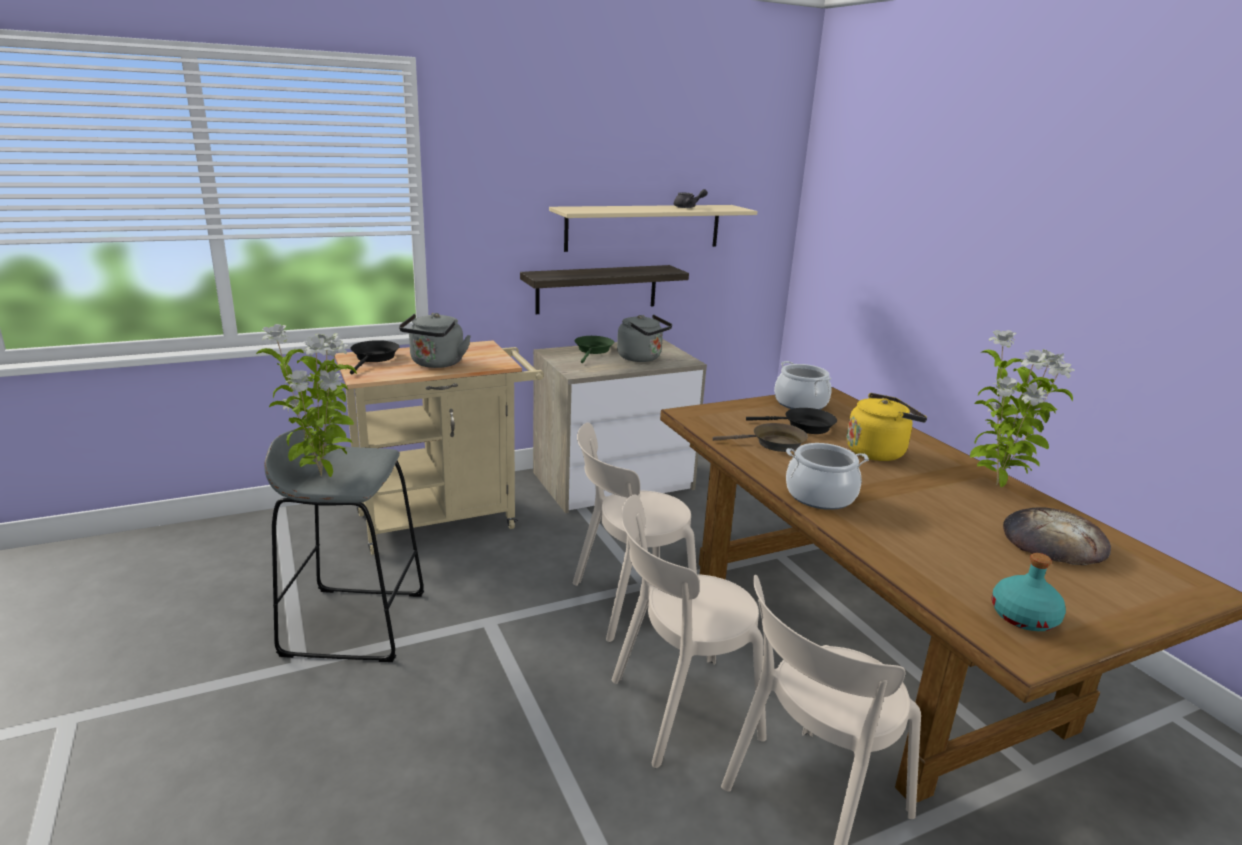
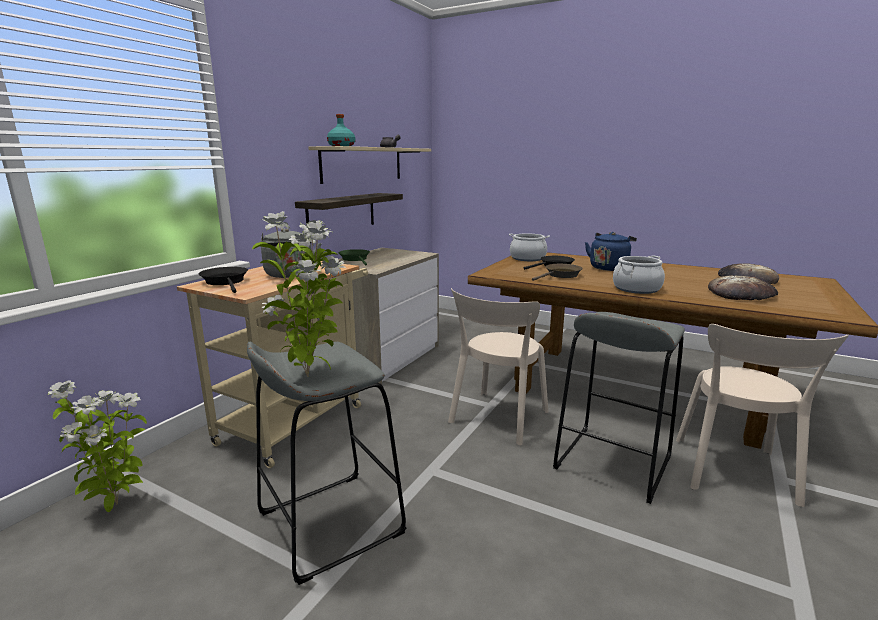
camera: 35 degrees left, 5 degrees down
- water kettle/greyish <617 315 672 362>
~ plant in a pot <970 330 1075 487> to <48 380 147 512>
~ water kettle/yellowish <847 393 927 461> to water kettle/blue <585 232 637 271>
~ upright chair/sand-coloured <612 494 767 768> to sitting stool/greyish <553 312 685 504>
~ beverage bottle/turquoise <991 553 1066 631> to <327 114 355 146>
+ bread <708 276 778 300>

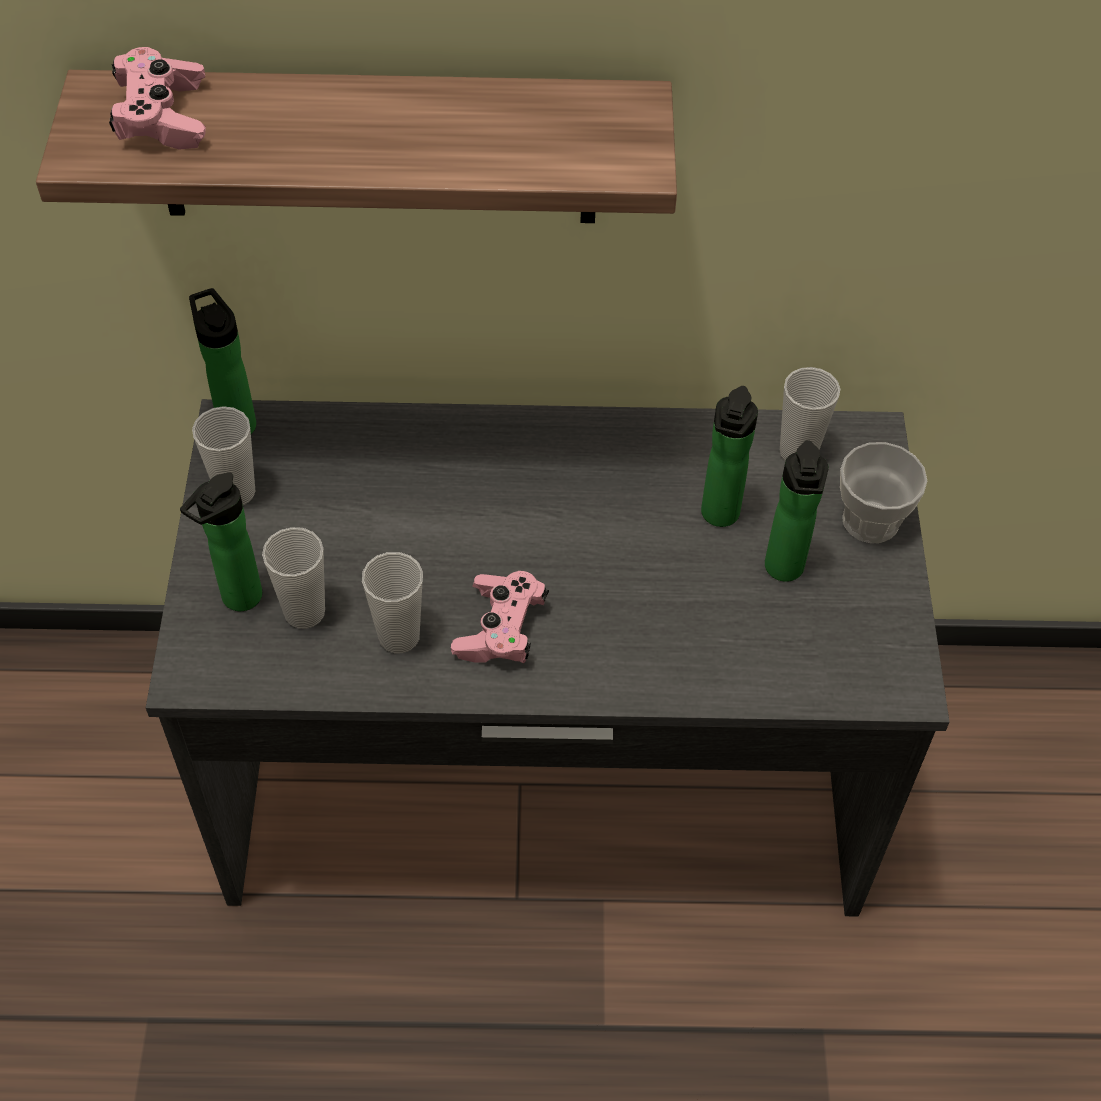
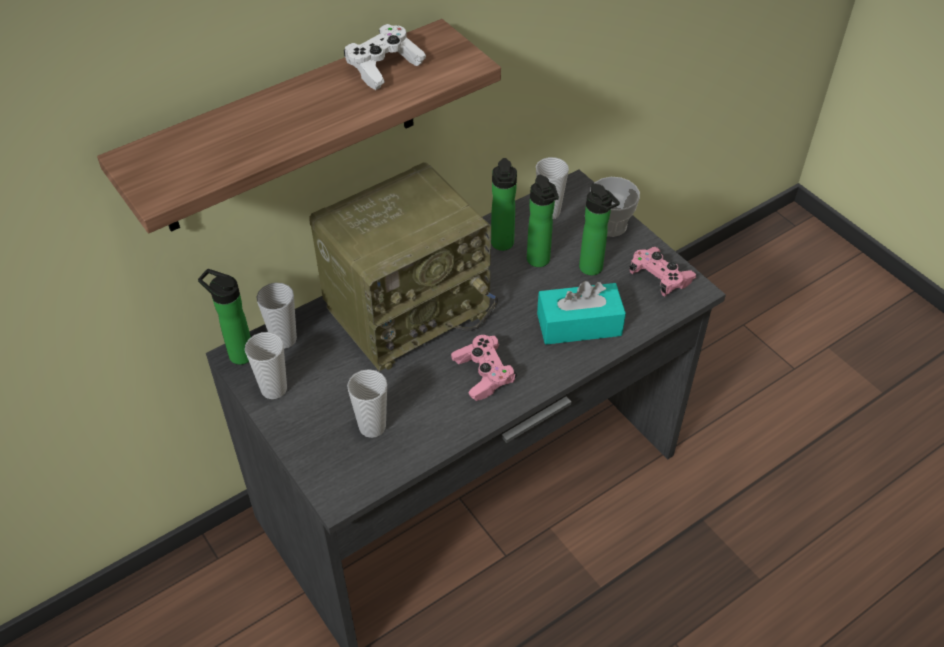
camera: 35 degrees left, 5 degrees down
~ gamepad/pink <109 47 206 150> to <629 247 696 296>
~ beverage bottle <180 472 262 611> to <491 158 517 251>
~ cup <362 552 423 653> to <256 283 297 349>
+ gamepad/white-coloured <344 24 426 90>
+ radio receiver <309 162 498 371>
+ tissue box/turquoise <537 281 626 345>

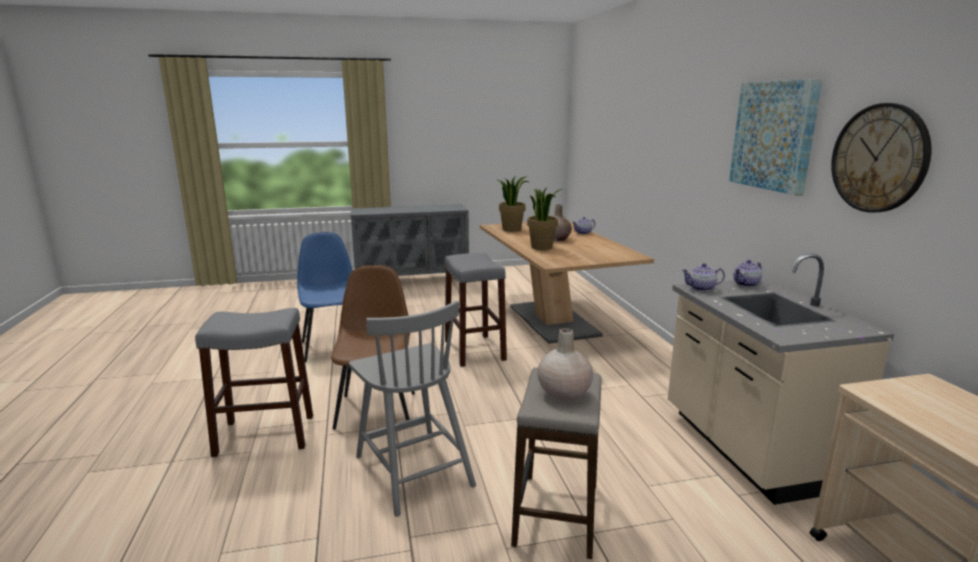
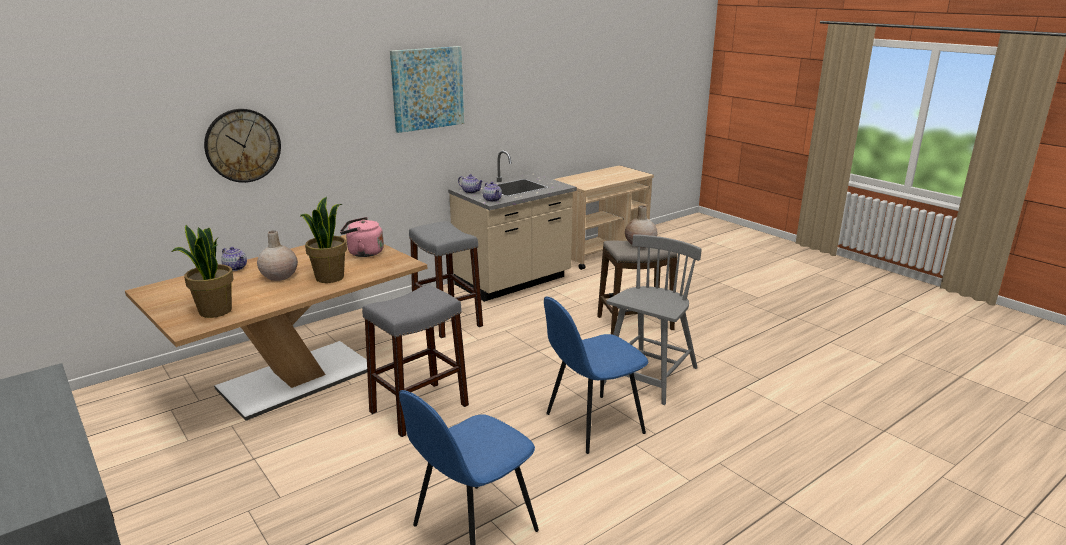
camera: 115 degrees left, 5 degrees up
~ hanging clock <831 103 931 212> to <204 109 281 183>
~ upright chair/brownish <331 265 415 430> to upright chair/blue <544 296 648 454>
~ sitting stool/greyish <195 308 313 457> to <409 221 483 338>
+ water kettle/pink <340 217 384 257>

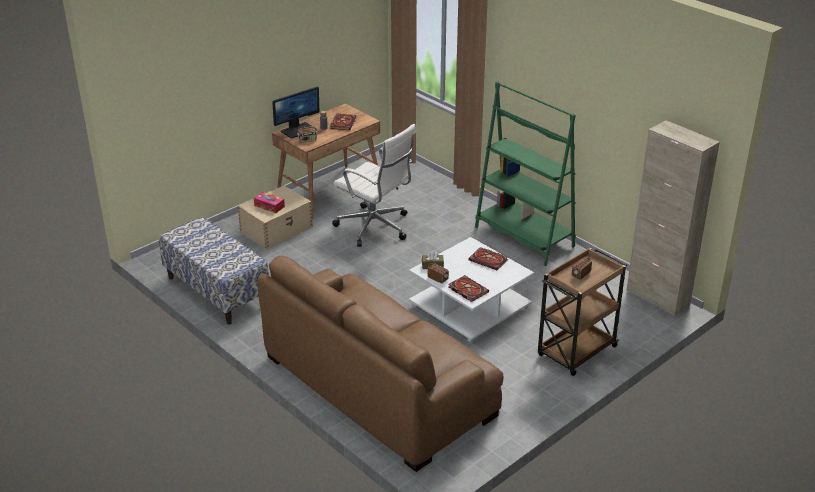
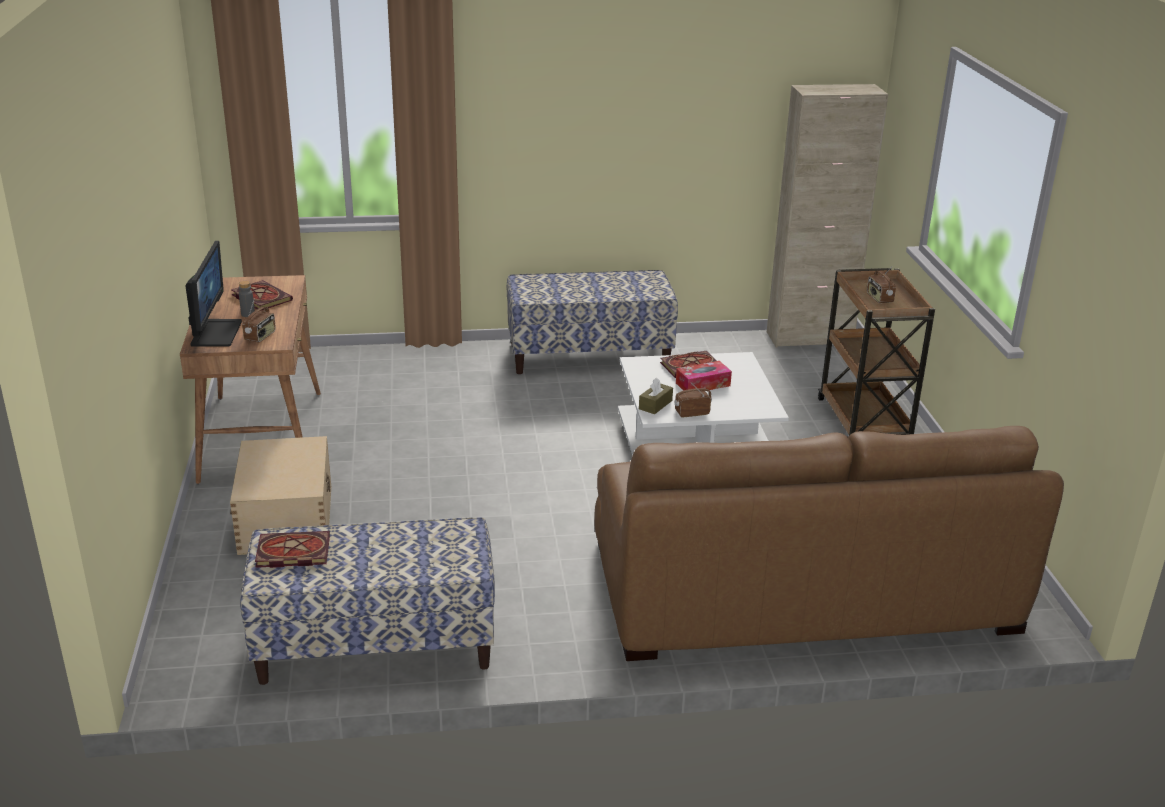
camera: 55 degrees left, 5 degrees down
~ bookshelf/green <475 81 576 266> to bench <507 270 678 374>
- office chair/white-coloured <332 124 416 247>
~ tissue box <254 192 285 213> to <676 361 732 391>
~ book <448 275 489 302> to <255 531 330 568>

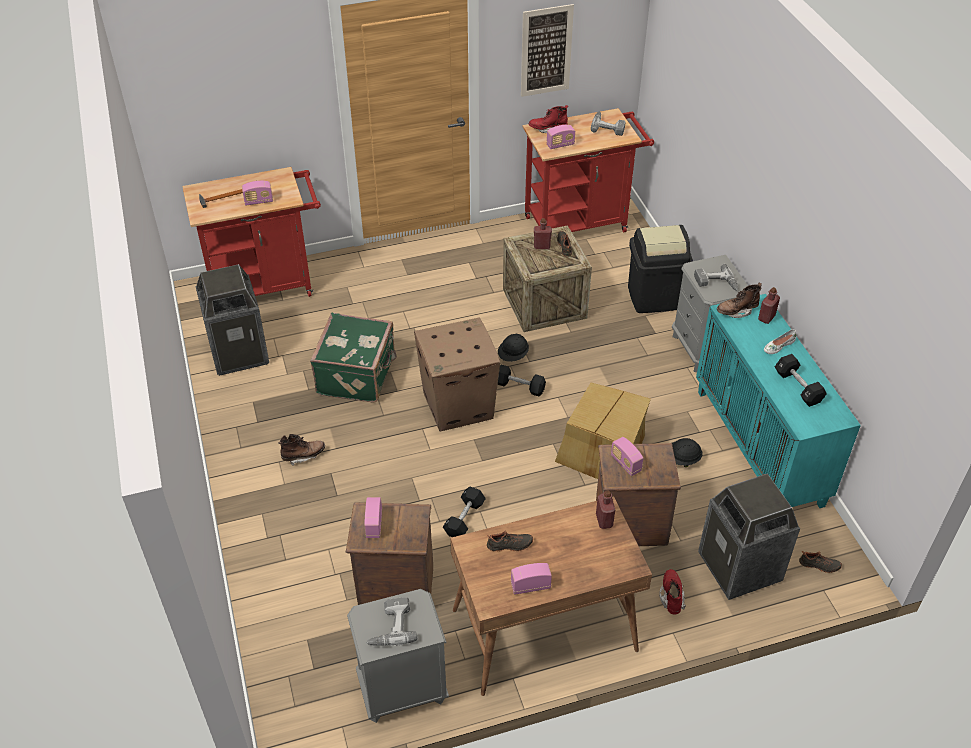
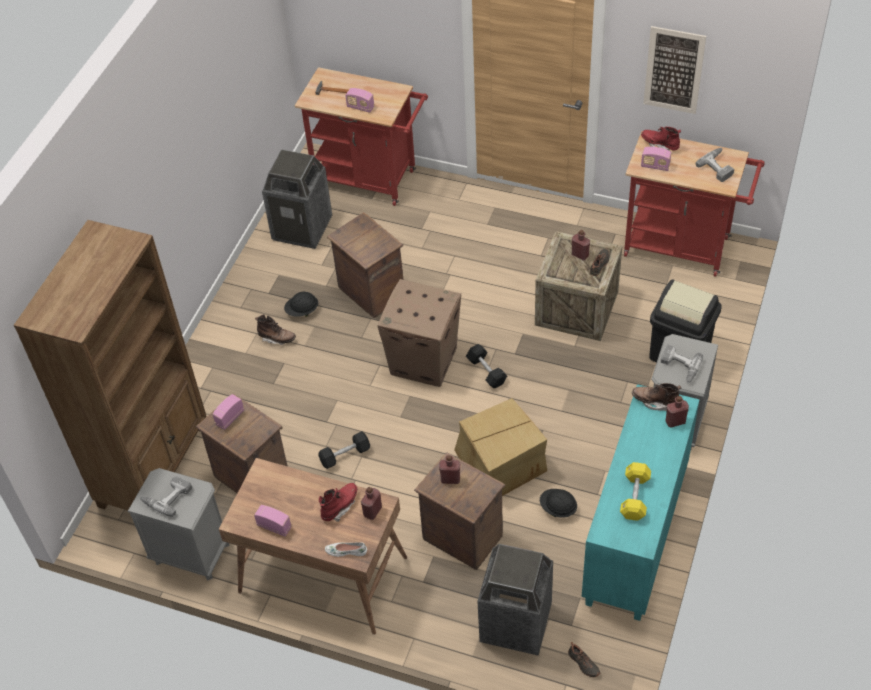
camera: 40 degrees right, 5 degrees up
~ piece of luggage/green <310 313 397 403> to shipping crate <327 212 403 318>
~ shoe/white-coloured <764 329 796 354> to <325 542 367 557>
~ hard hat/black-coloured <498 333 529 362> to <284 292 318 317>
~ free weight/black-coloured <775 354 827 407> to free weight/yellowish <620 462 651 521>
~ radio receiver <611 437 643 476> to beverage bottle/red <439 455 460 484>
- shoe/black-coloured <487 530 533 552>
~ boot/red <659 569 686 614> to <319 483 357 522>
+ bookshelf/brownish <14 220 206 510>

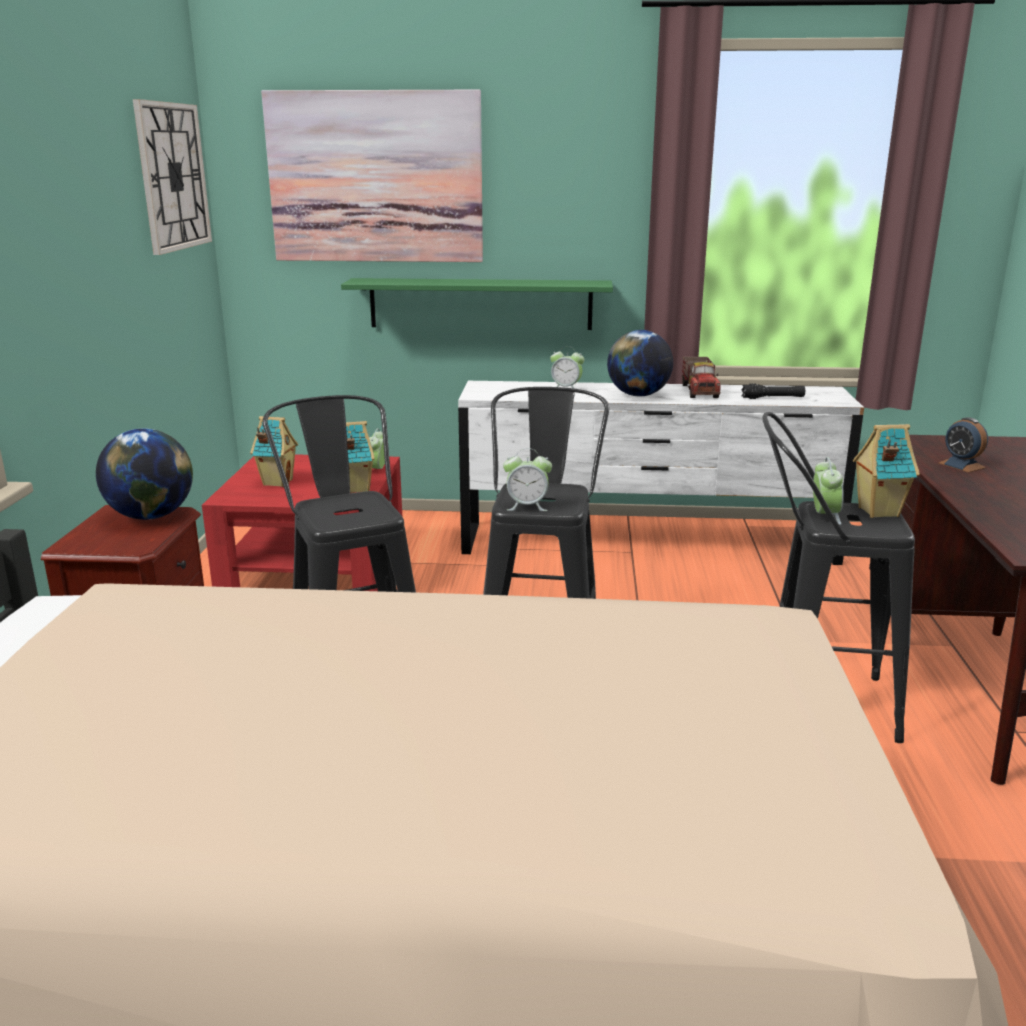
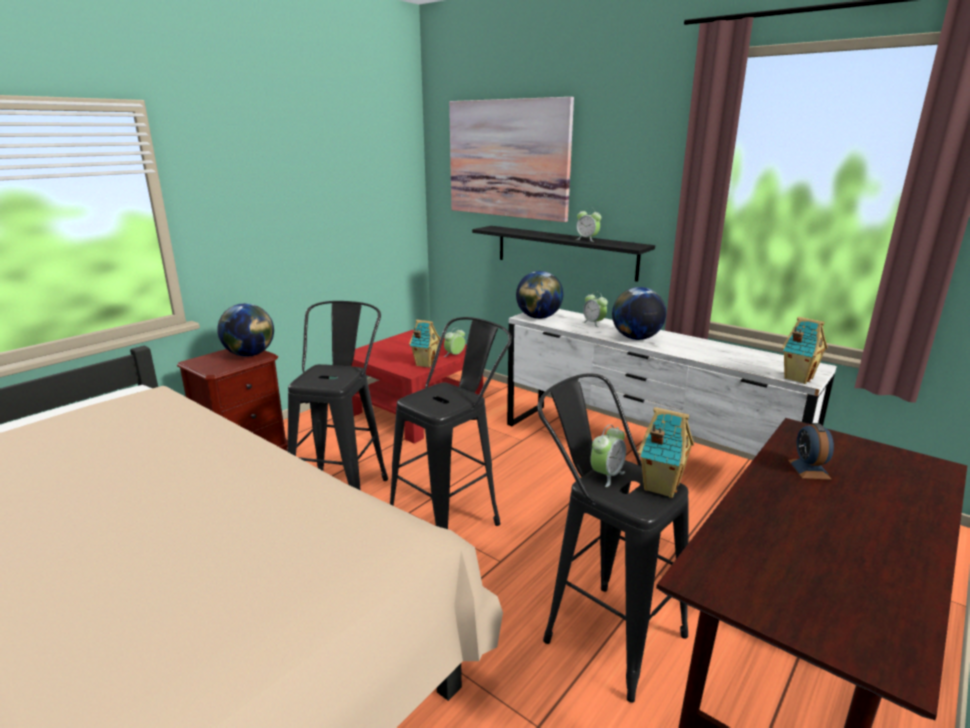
camera: 35 degrees right, 0 degrees up
- hanging clock <133 99 212 255>
~ bracket shelf/green <341 278 613 330> to bracket shelf/black-coloured <472 226 655 282>
- toy lorry <682 357 721 398>
- hand torch/black-coloured <741 384 805 399>
~ miniature house <250 416 298 487> to <782 317 828 384>
~ alarm clock <503 448 552 511> to <576 207 601 242>
+ world globe <516 271 563 319>

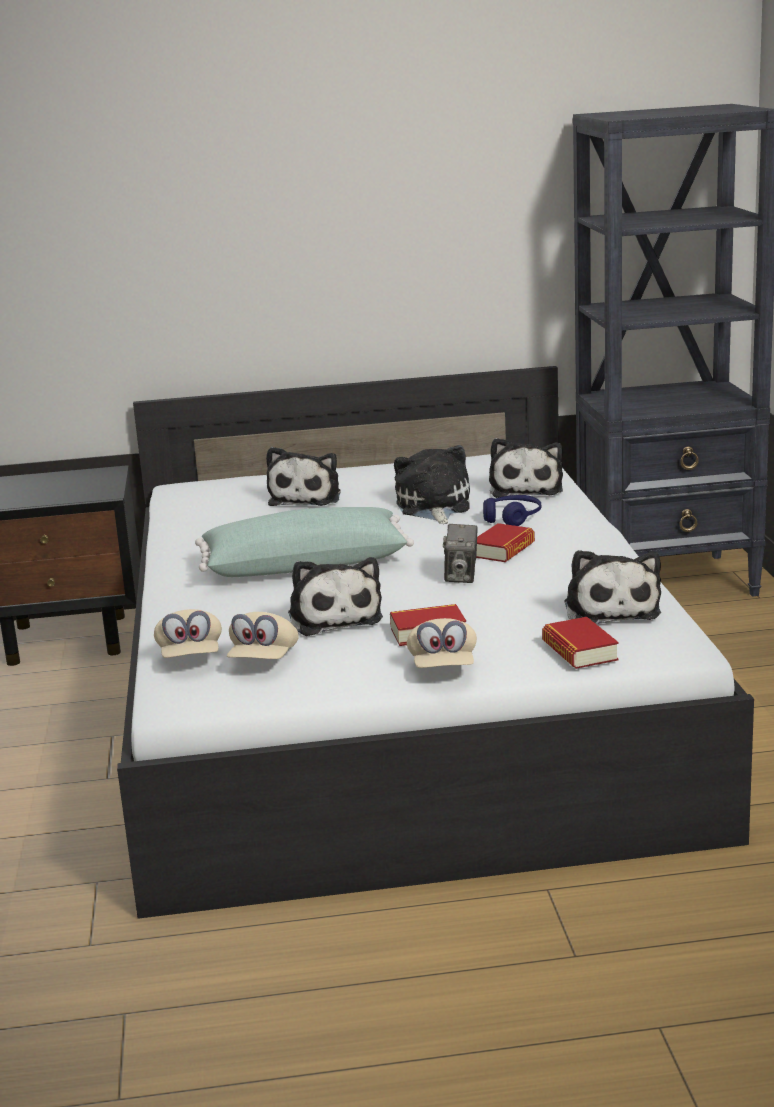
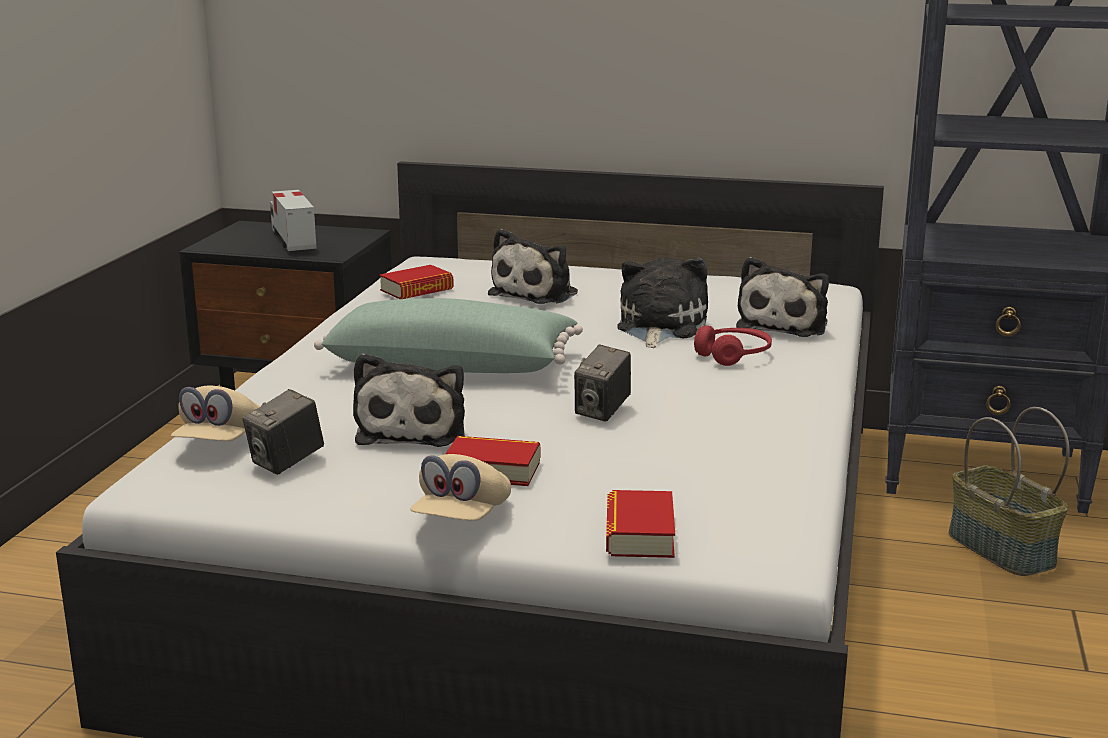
camera: 20 degrees right, 0 degrees up
~ headphones/blue <483 495 542 526> to headphones/red <694 326 772 366>
~ book <476 523 535 562> to <380 265 454 299>
- plush toy <564 550 661 624>
~ cap/sand-coloured <227 612 298 659> to still camera <243 389 324 475>
+ toy lorry <270 190 317 251>
+ basket <949 407 1070 576>

